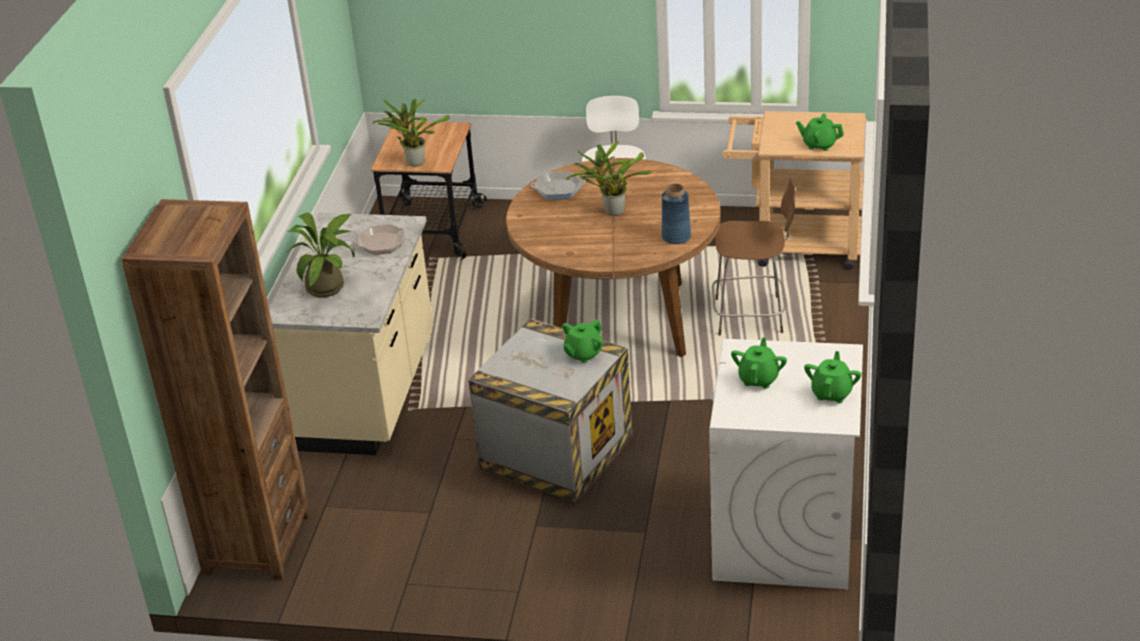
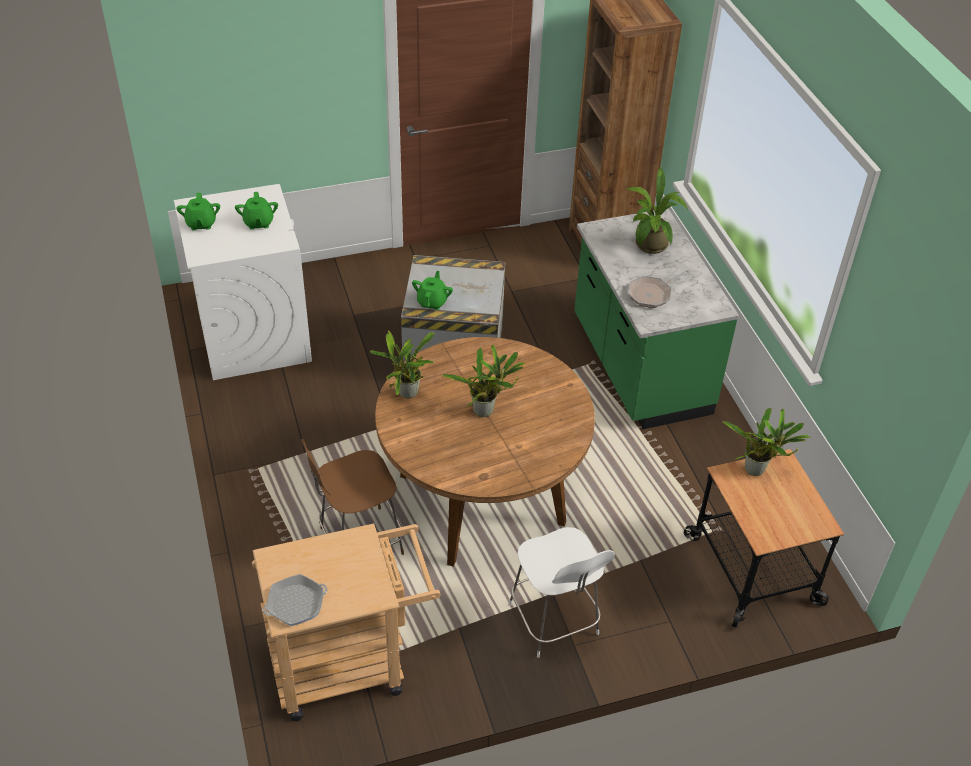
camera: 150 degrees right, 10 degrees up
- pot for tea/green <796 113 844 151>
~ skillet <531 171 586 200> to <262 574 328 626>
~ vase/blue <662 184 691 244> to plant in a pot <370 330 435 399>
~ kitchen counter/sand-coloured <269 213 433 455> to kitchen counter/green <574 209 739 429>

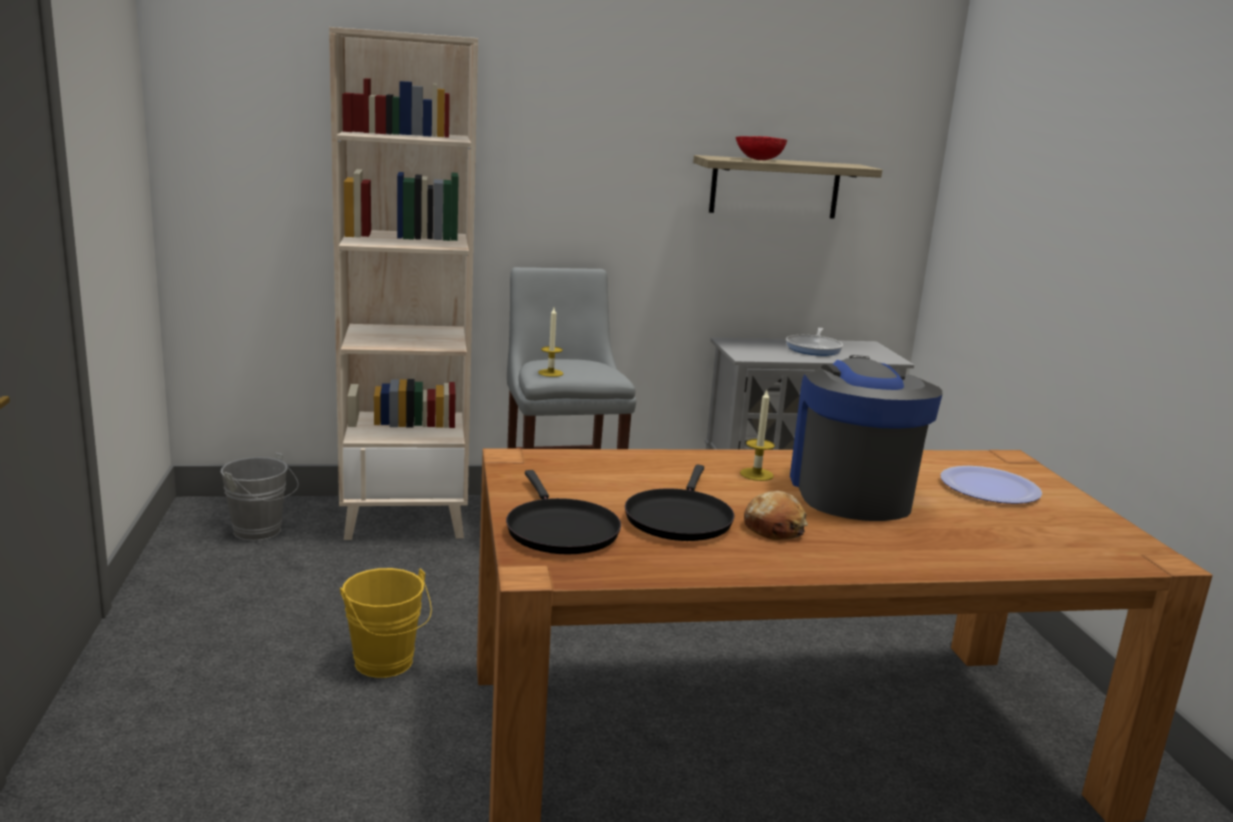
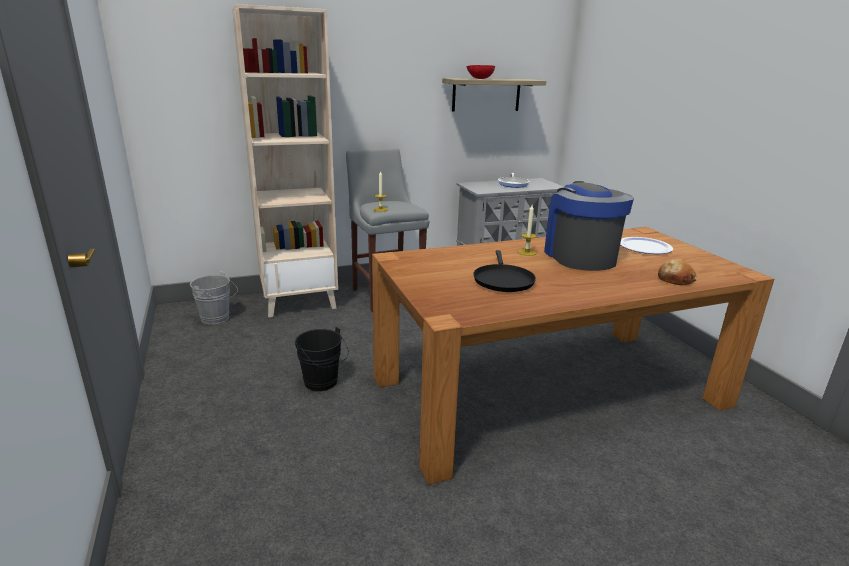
camera: 10 degrees left, 5 degrees up
- skillet/black-coloured <506 470 621 555>
~ bread <744 491 808 540> to <658 259 697 285>
~ water bucket/yellowish <340 568 432 678> to water bucket/black-coloured <295 327 349 392>

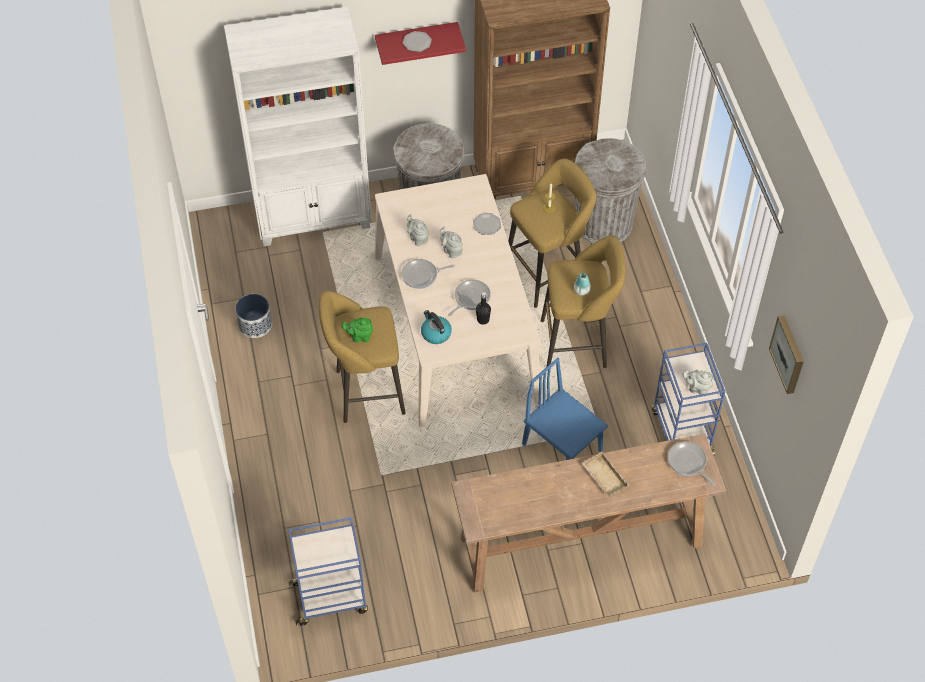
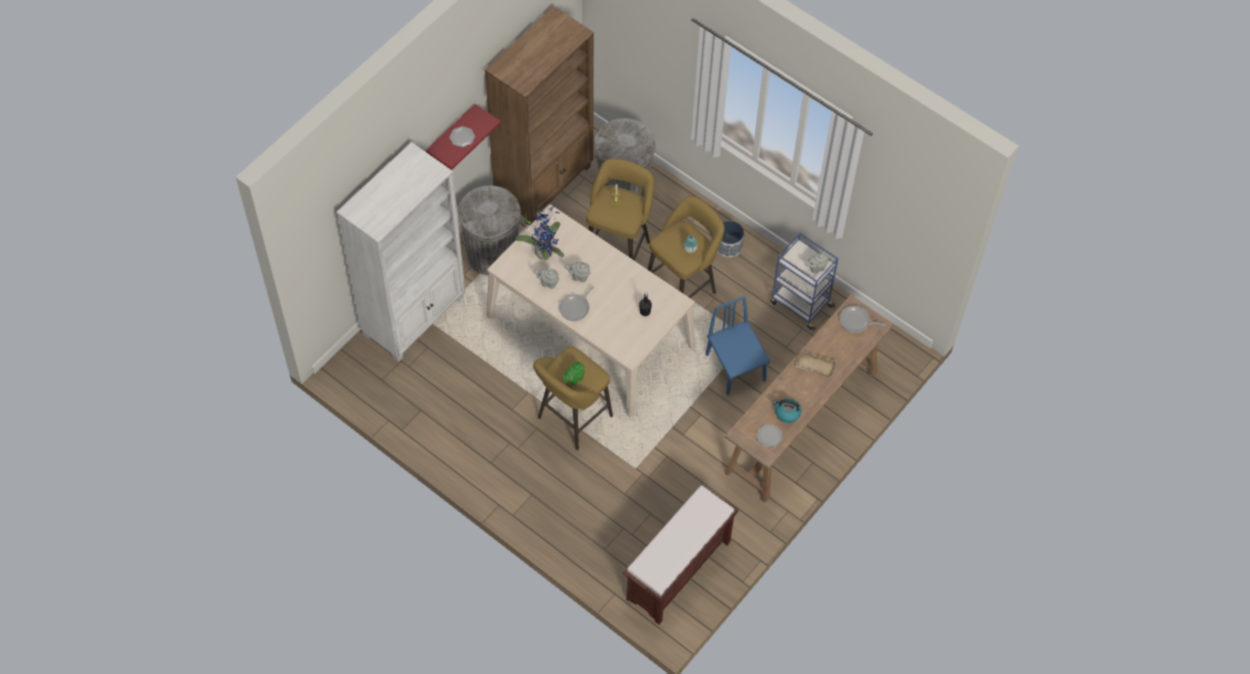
camera: 40 degrees left, 5 degrees up
~ flat dish <473 213 501 235> to <757 425 782 447>
- skillet <448 280 491 316>
~ planter <235 294 272 338> to <717 220 744 257>
~ water kettle <421 310 452 344> to <773 398 802 423>
- wall art <769 315 804 394>
~ upright chair/blue <522 358 608 460> = <706 296 770 396> 60 degrees clockwise
~ wheeled cart/blue <288 517 368 626> to bench/brownish <623 484 738 624>
+ plant in a pot <515 206 564 260>

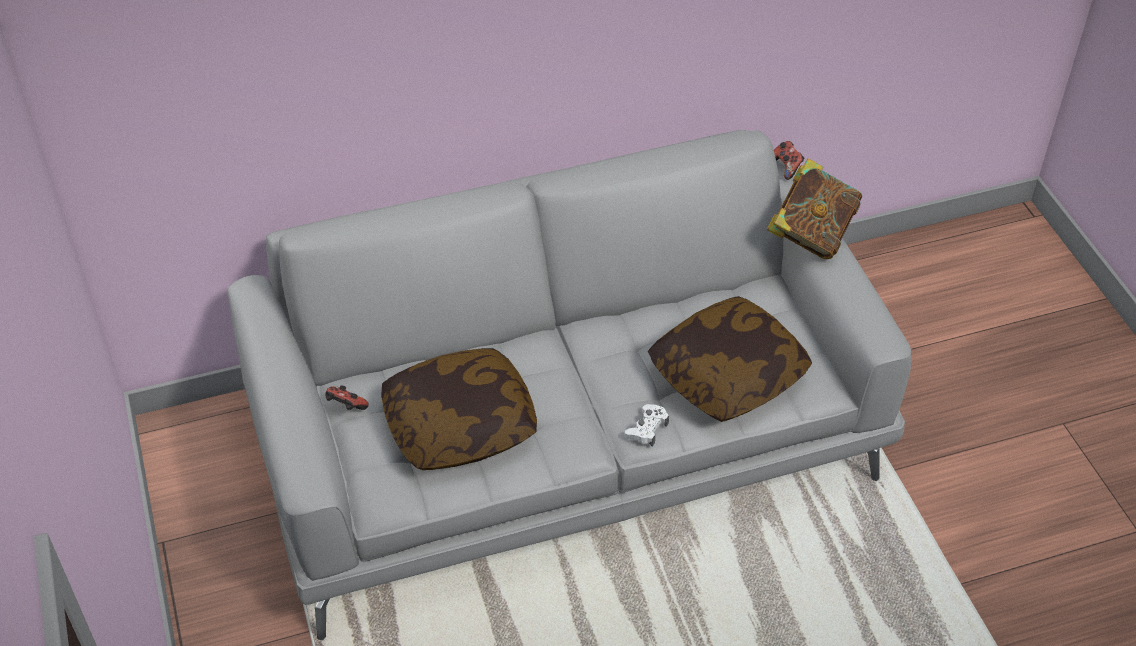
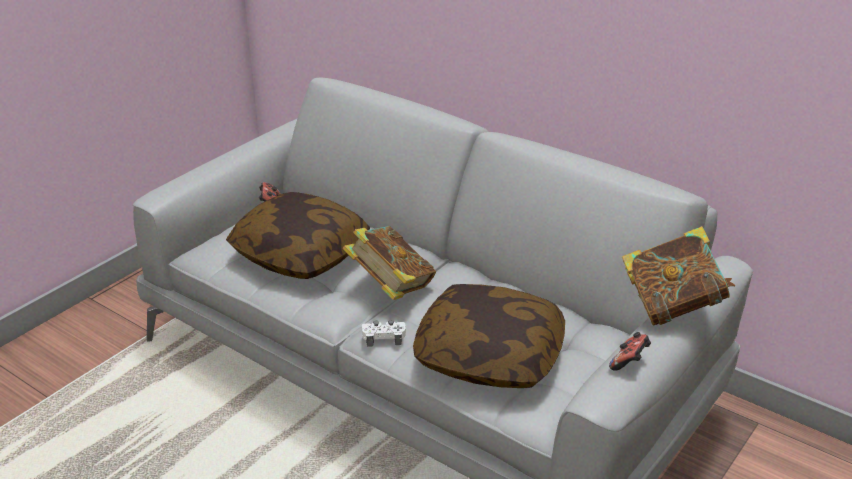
camera: 55 degrees right, 15 degrees down
~ gamepad <774 141 804 180> to <609 332 651 371>
+ book <342 226 436 300>

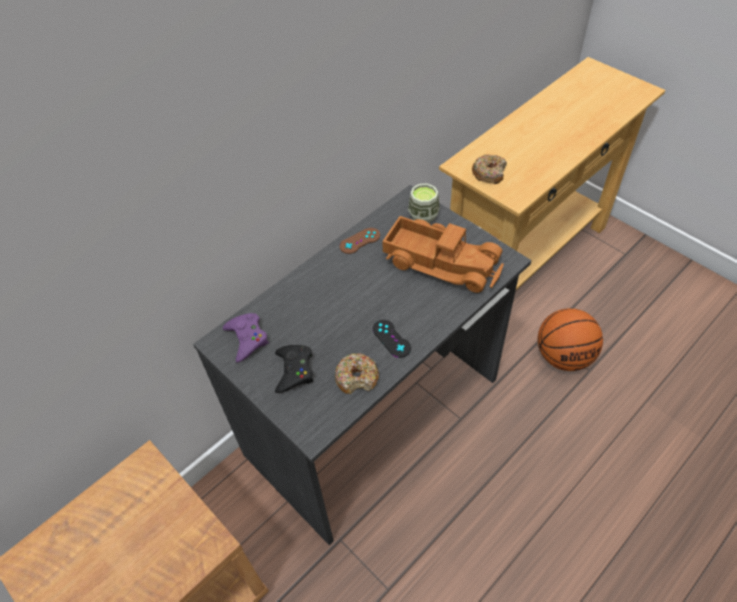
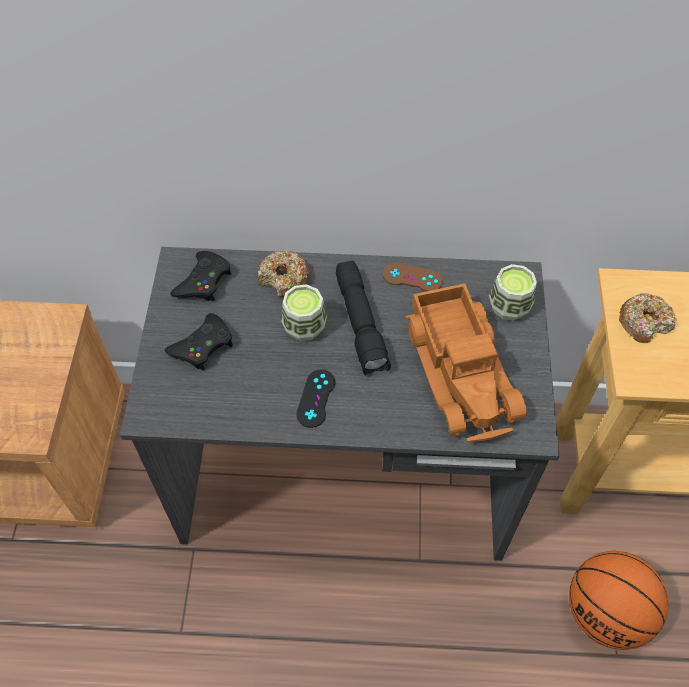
camera: 45 degrees right, 5 degrees up
~ gamepad/purple-coloured <223 313 269 363> to gamepad/black-coloured <170 251 232 302>
~ ring doughnut <335 353 379 394> to <258 250 310 297>
+ hand torch/black-coloured <336 261 391 375>
+ cup <281 284 327 341>

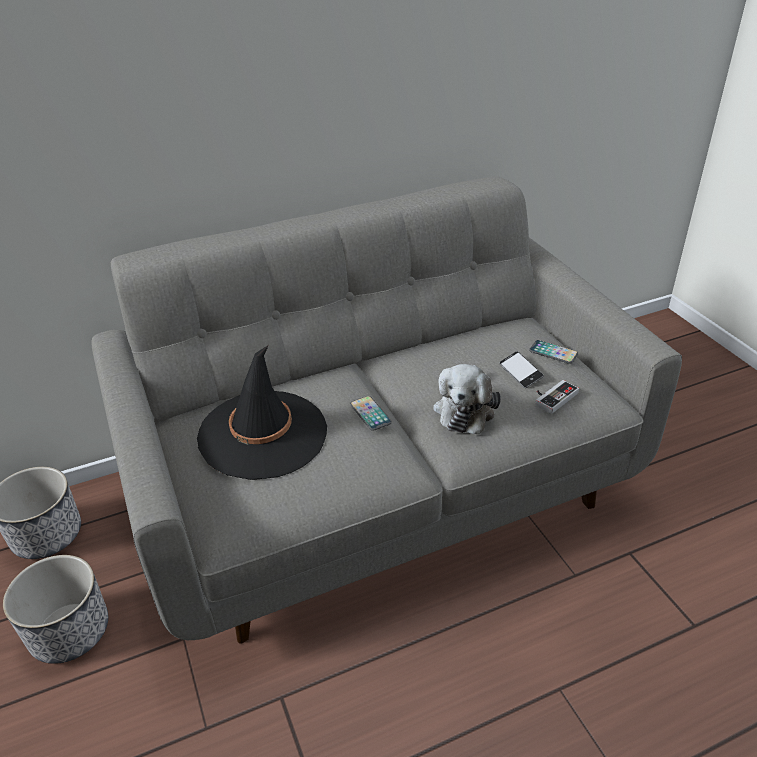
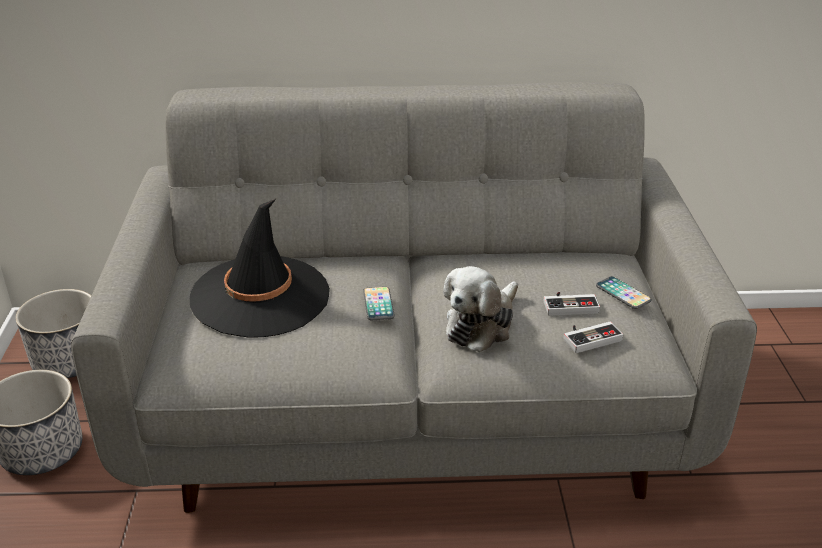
camera: 20 degrees right, 5 degrees down
~ telephone <500 351 544 388> to gamepad <544 292 600 316>

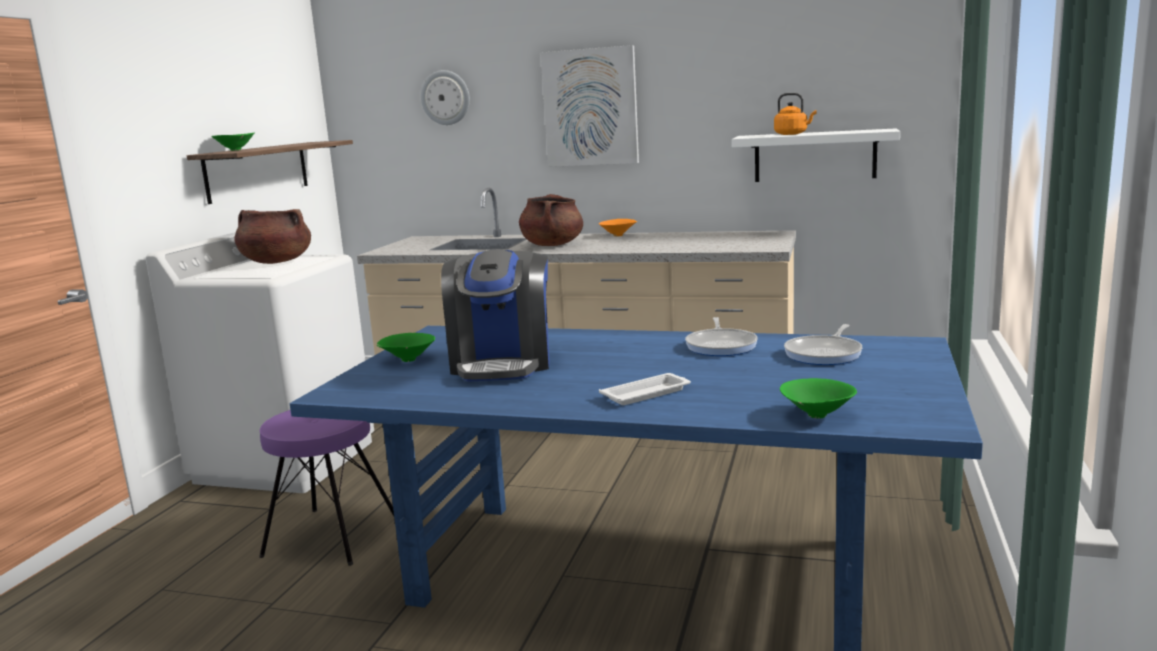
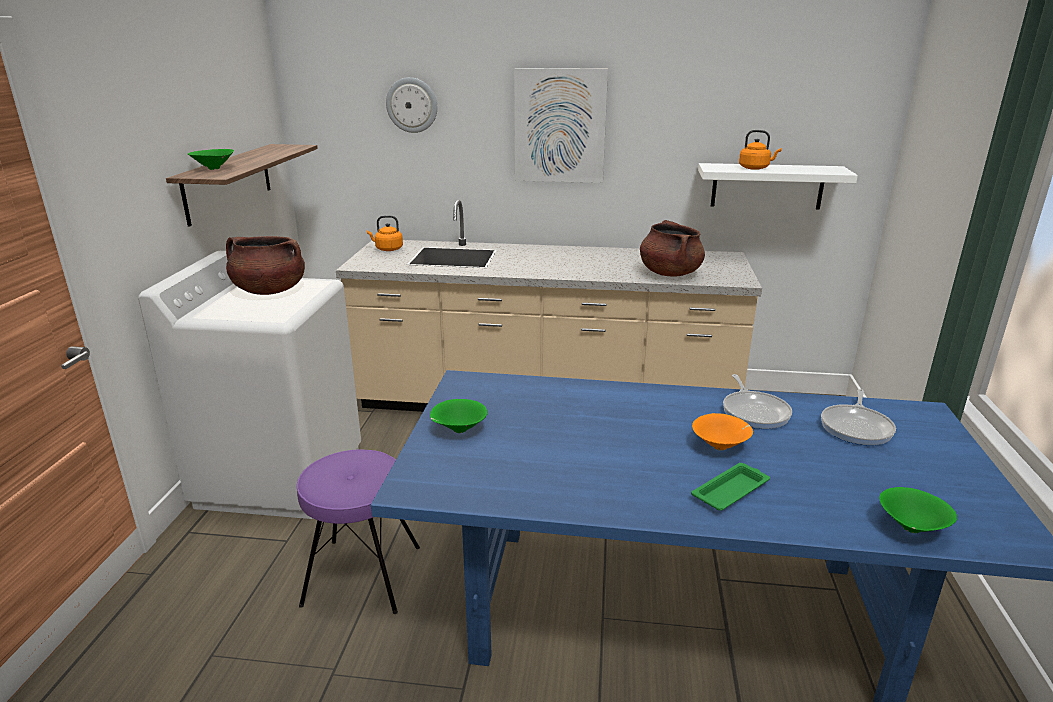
camera: 10 degrees left, 10 degrees up
~ cooking pot/brownish <519 194 583 246> to <640 220 705 276>
~ deep dish/orange-coloured <599 219 637 237> to <692 413 753 451>
- coffee brewer <441 249 550 382>
~ carrying tray/white-coloured <599 373 691 405> to carrying tray/green <691 463 770 511>
+ water kettle/orange-coloured <367 215 403 251>

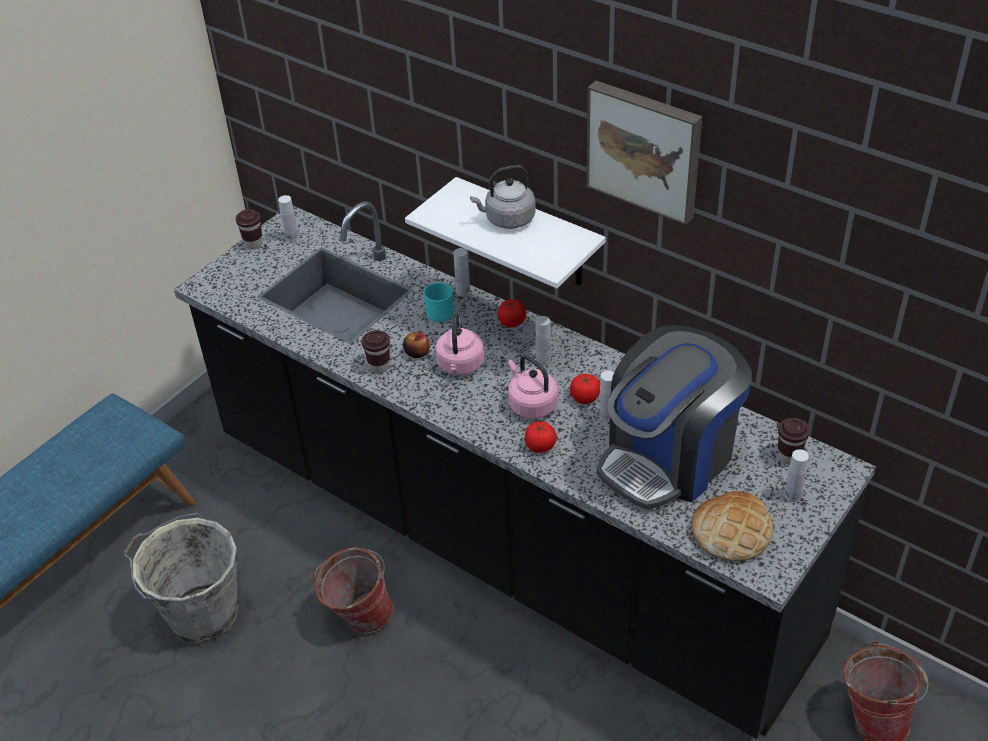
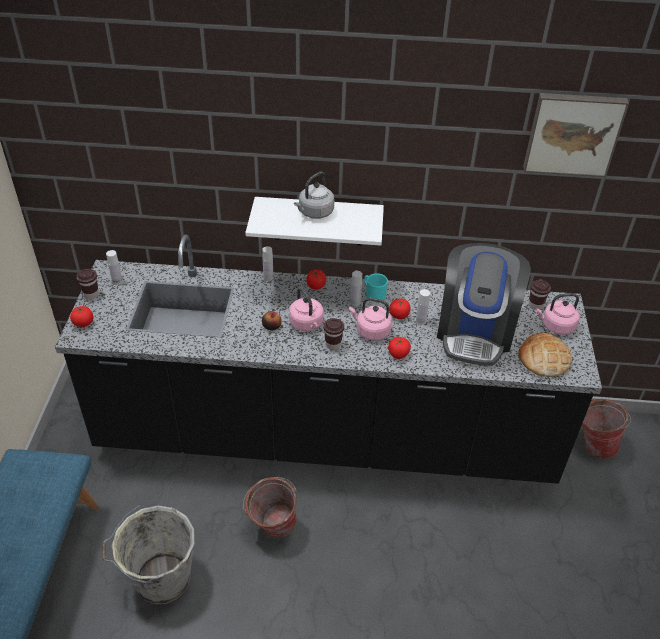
camera: 35 degrees left, 0 degrees up
~ wall art <586 81 702 225> to <523 93 629 177>
~ coffee mug/turquoise <424 282 454 322> to <364 273 388 302>
~ cup/brownish <362 330 390 373> to <323 318 344 350>
~ beverage bottle/white-coloured <784 449 809 502> to water kettle/pink <535 293 580 335>
+ fresh tomato <70 306 93 327>

